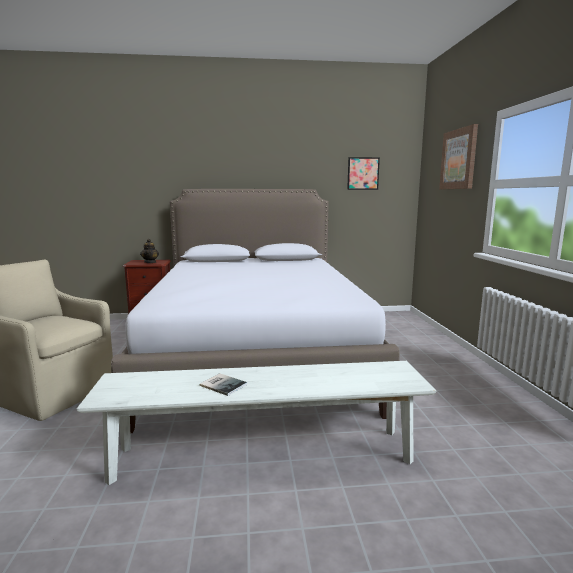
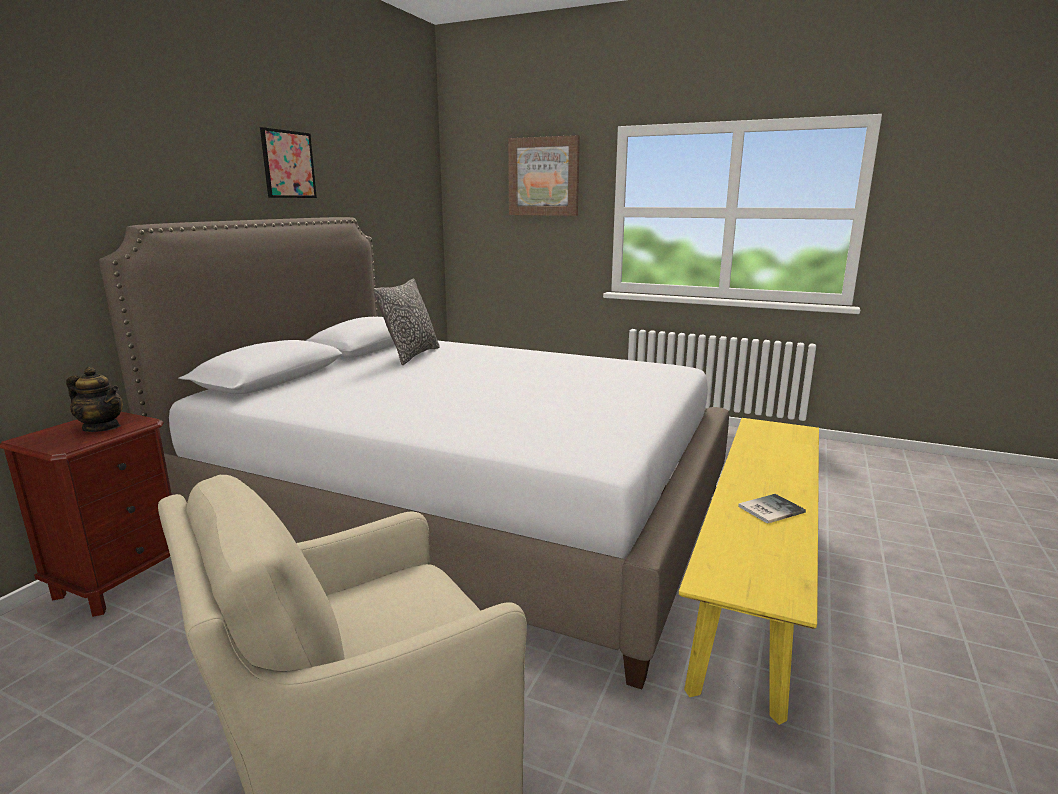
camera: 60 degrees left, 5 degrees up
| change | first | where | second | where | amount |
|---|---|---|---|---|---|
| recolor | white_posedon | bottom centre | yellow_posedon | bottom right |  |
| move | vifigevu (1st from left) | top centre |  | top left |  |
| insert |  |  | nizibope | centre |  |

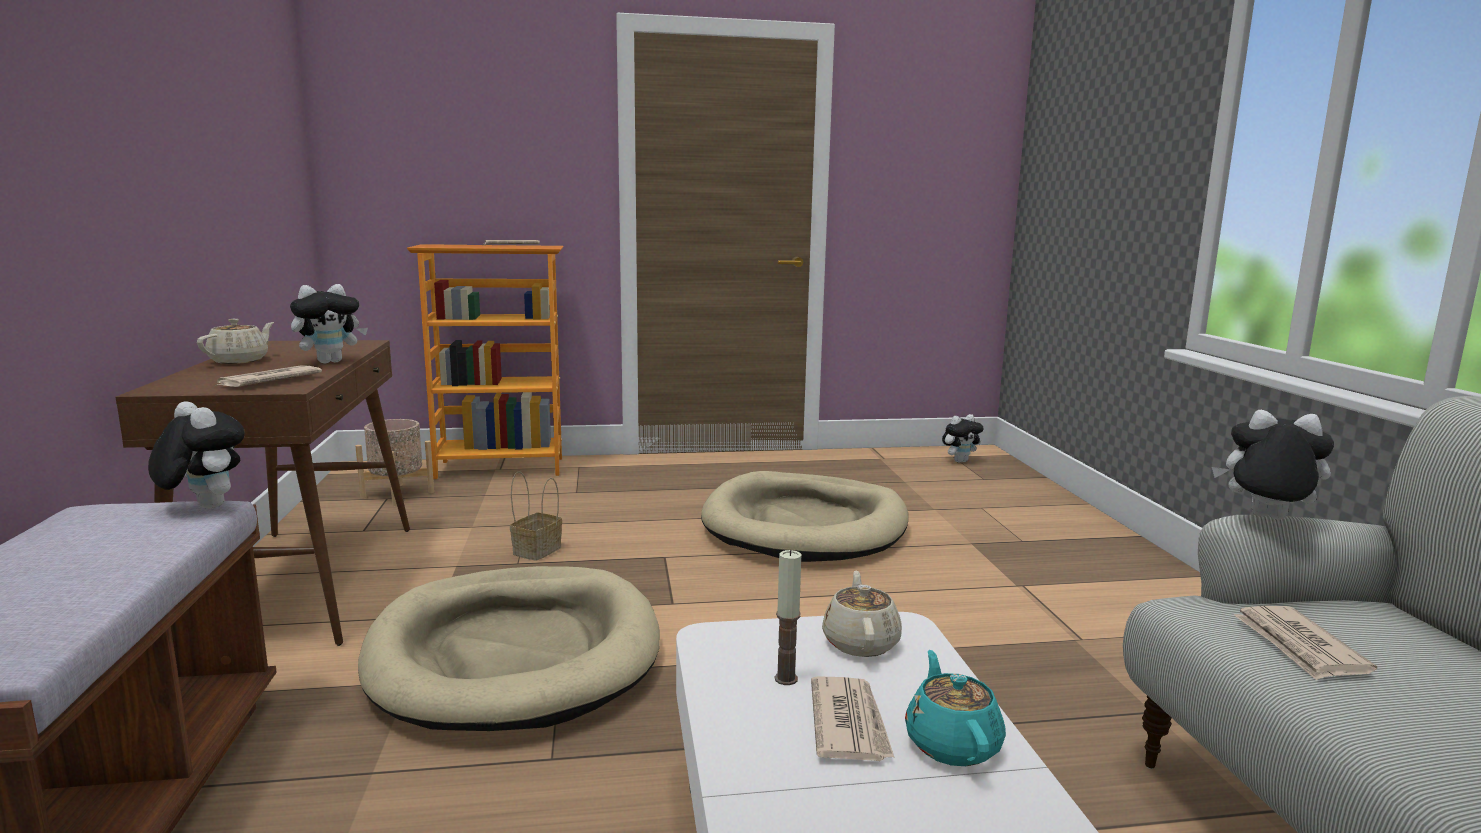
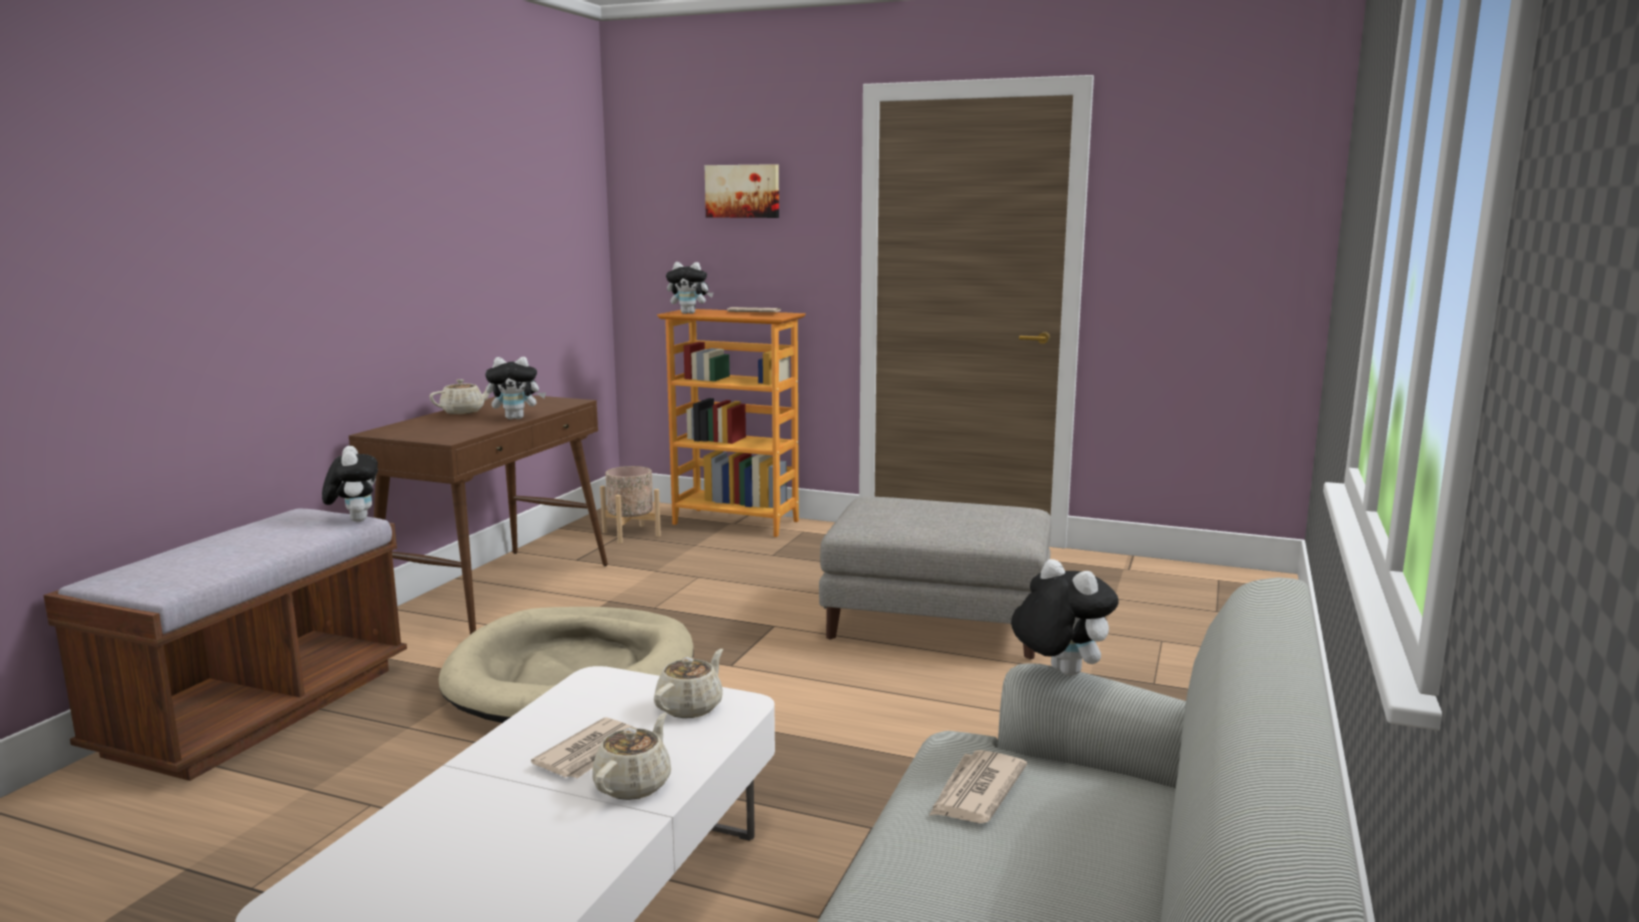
camera: 30 degrees right, 0 degrees up
| change | first | where | second | where | amount |
|---|---|---|---|---|---|
| delete | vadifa (1st from left) | middle left |  |  |  |
| delete | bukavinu | centre |  |  |  |
| replace | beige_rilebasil (2nd from left) | centre | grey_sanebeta | centre |  |
| delete | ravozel | bottom centre |  |  |  |
| recolor | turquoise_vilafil | bottom centre | beige_vilafil (2nd from left) | bottom centre |  |
| move | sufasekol (3rd from left) | centre |  | top centre |  |
| insert |  |  | vifigevu | top centre |  |

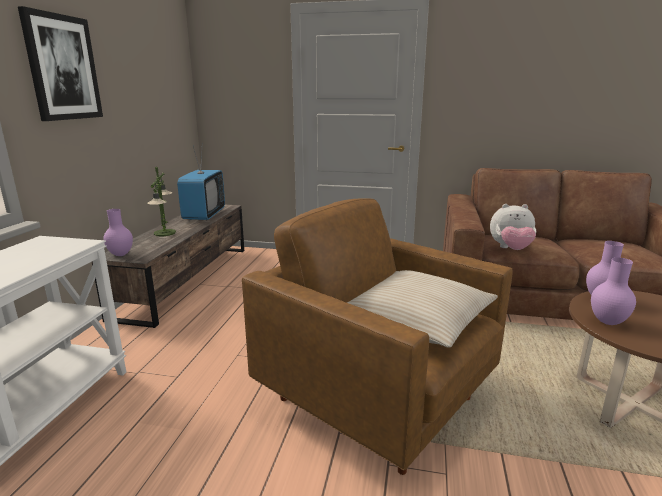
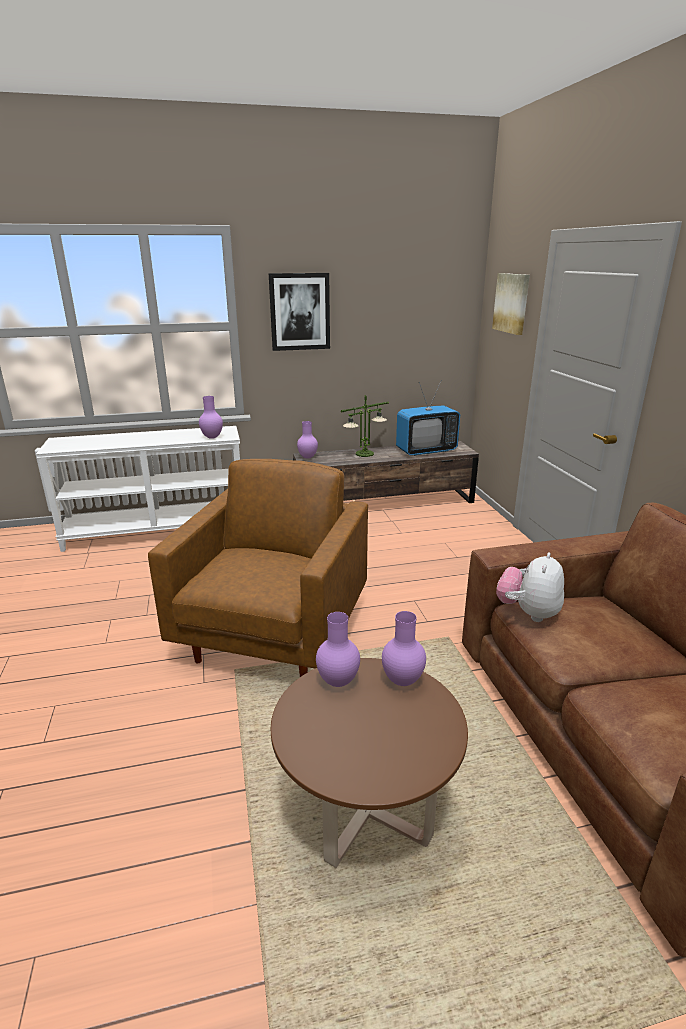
camera: 65 degrees right, 5 degrees up
| change | first | where | second | where | amount |
|---|---|---|---|---|---|
| delete | beige_nizibope | centre |  |  |  |
| rotate | sufasekol | middle right |  | middle right | 45 degrees clockwise |
| insert |  |  | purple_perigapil (1st from left) | middle left |  |
| insert |  |  | vifigevu (2nd from left) | top right |  |

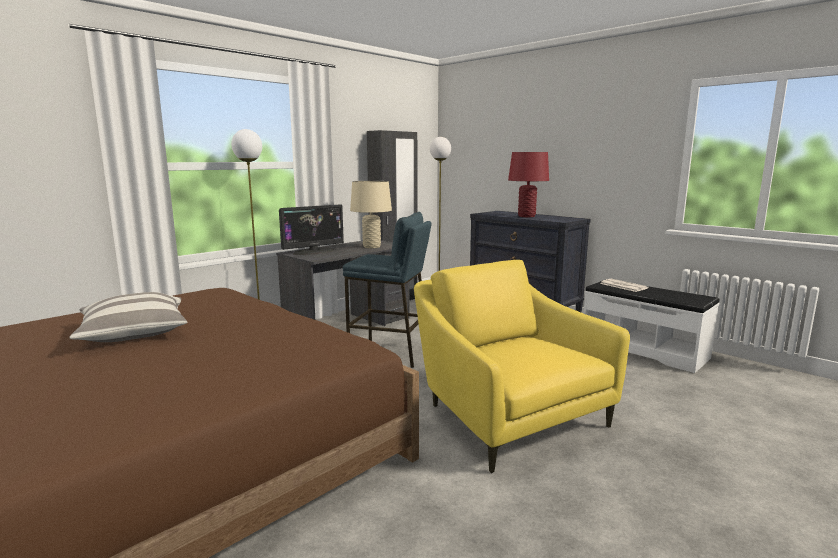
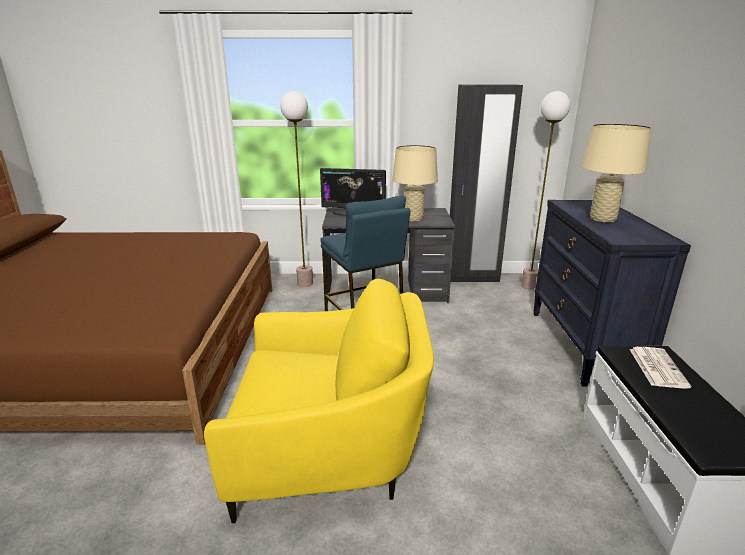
camera: 45 degrees right, 10 degrees up
| change | first | where | second | where | amount |
|---|---|---|---|---|---|
| delete | nizibope | middle left |  |  |  |
| rotate | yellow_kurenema | centre |  | bottom centre | 75 degrees clockwise |
| recolor | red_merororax | top centre | beige_merororax (2nd from left) | top right |  |

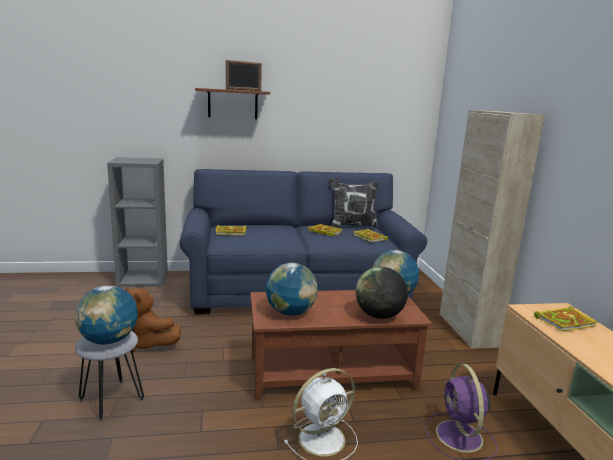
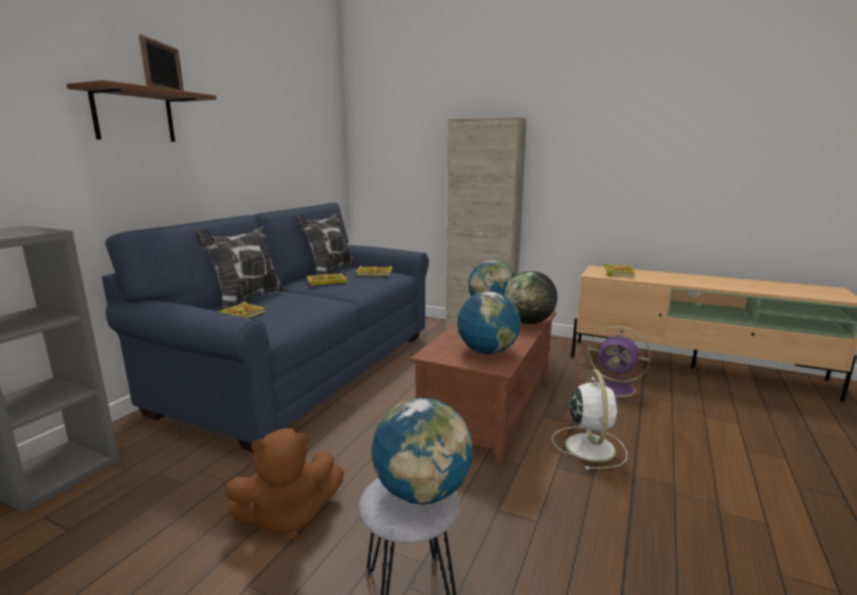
camera: 55 degrees left, 0 degrees up
| change | first | where | second | where | amount |
|---|---|---|---|---|---|
| insert |  |  | nizibope (1st from left) | middle left |  |

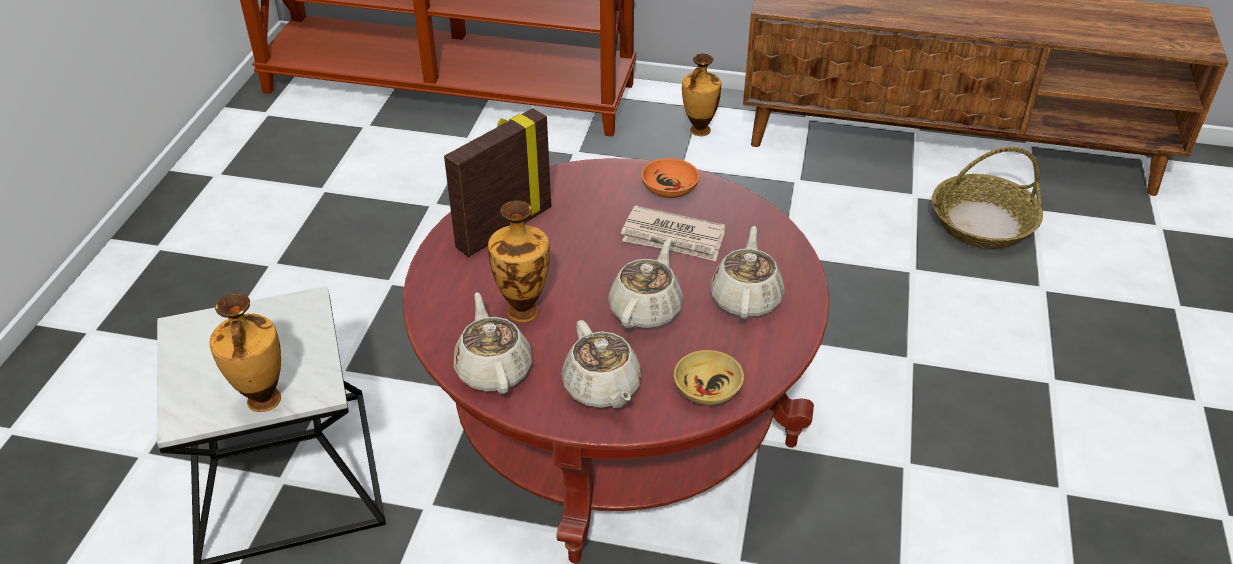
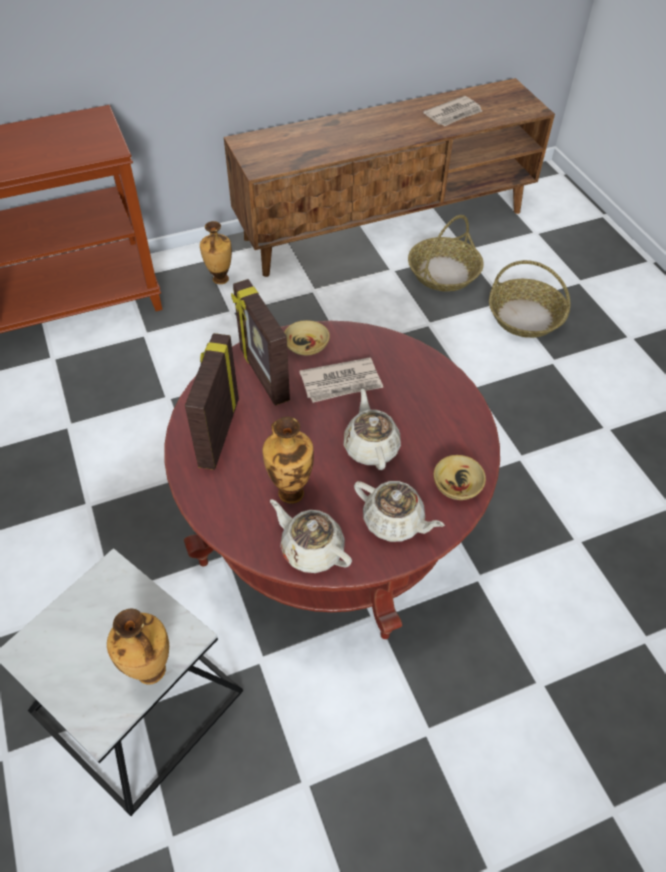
camera: 35 degrees left, 10 degrees up
| change | first | where | second | where | amount |
|---|---|---|---|---|---|
| recolor | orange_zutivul | top centre | beige_zutivul (1st from left) | centre |  |
| delete | beige_vilafil (4th from left) | centre |  |  |  |
| insert |  |  | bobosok (2nd from left) | centre |  |
| insert |  |  | vadifa (2nd from left) | top right |  |
| insert |  |  | bukavinu (2nd from left) | middle right |  |

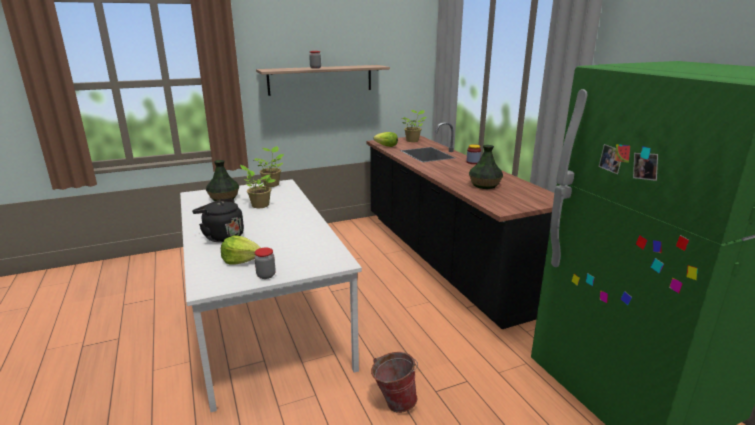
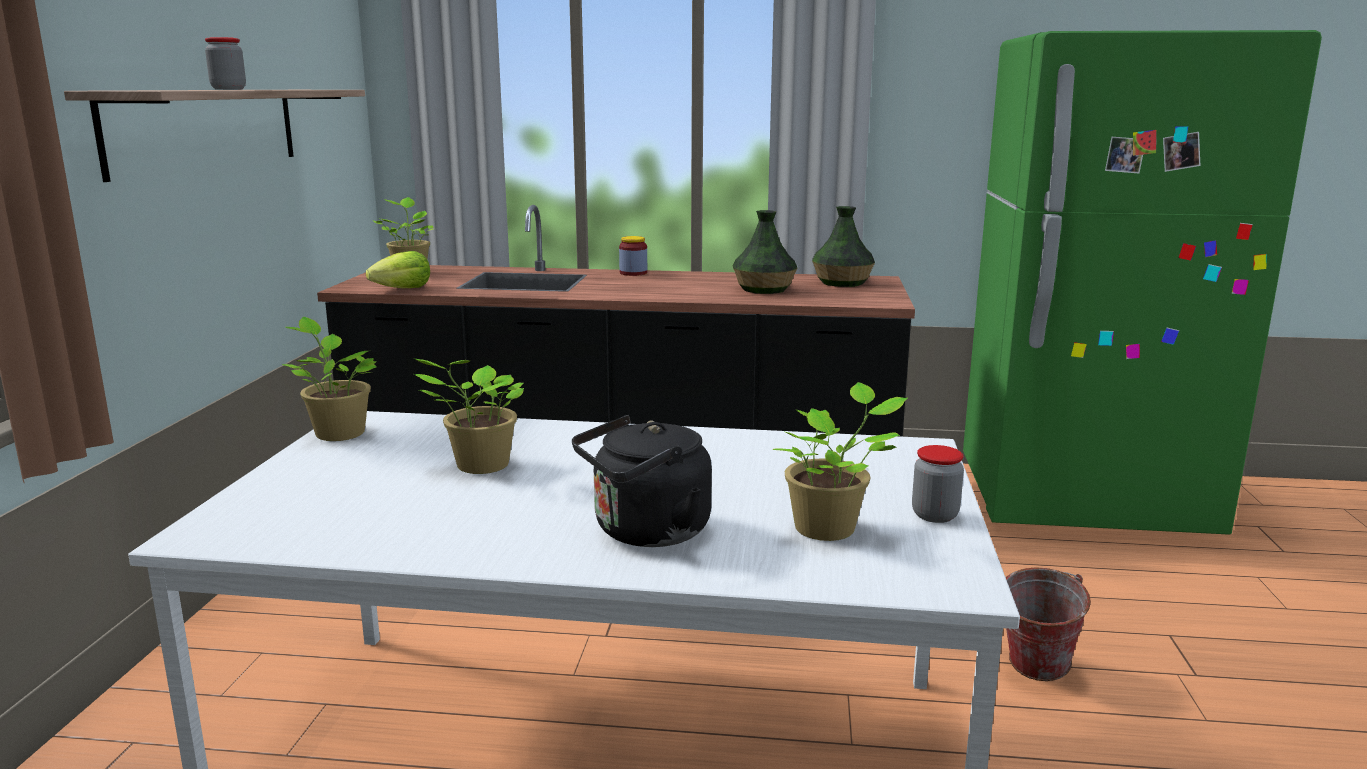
camera: 60 degrees left, 5 degrees down
| change | first | where | second | where | amount |
|---|---|---|---|---|---|
| move | perigapil (1st from left in the first image) | middle left | perigapil (2nd from left) | top centre |  |
| replace | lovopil (1st from left) | middle left | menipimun (4th from left) | centre |  |

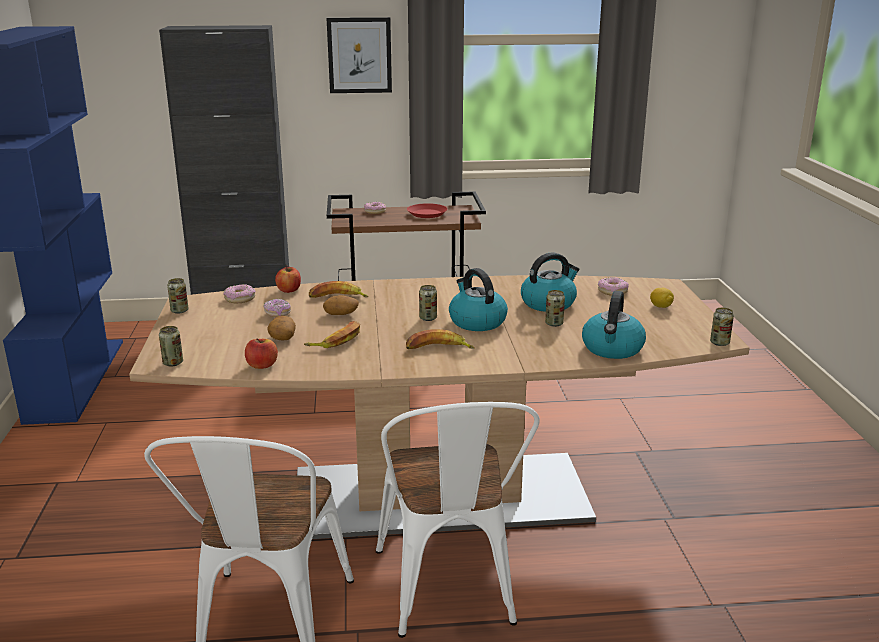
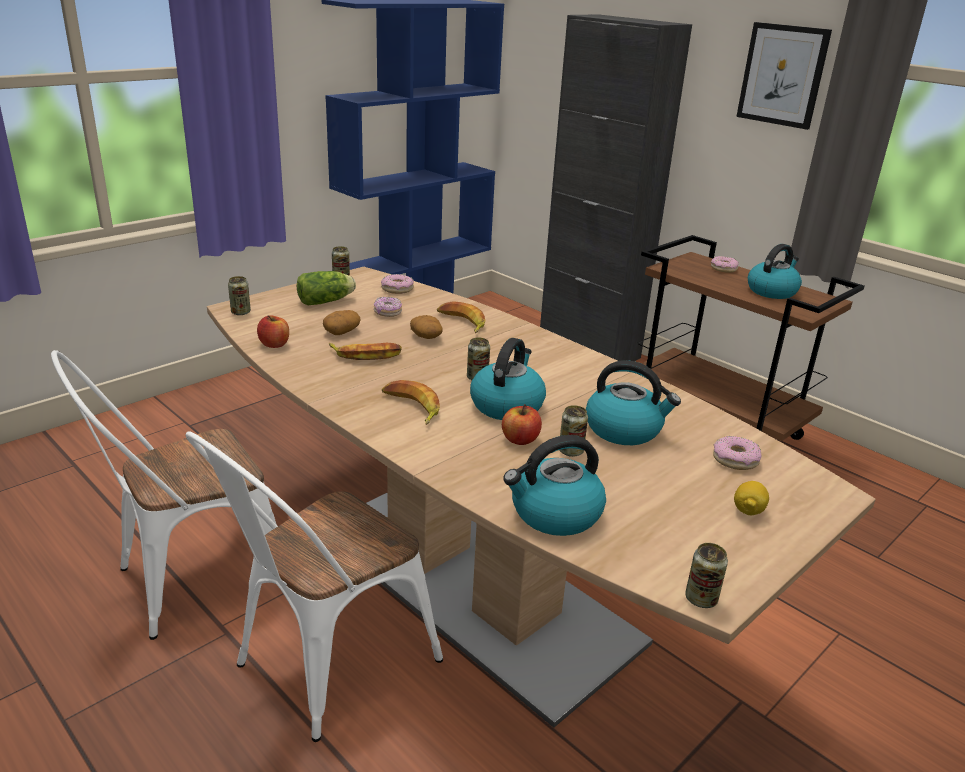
camera: 50 degrees right, 5 degrees up
| change | first | where | second | where | amount |
|---|---|---|---|---|---|
| move | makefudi (2nd from left) | middle left |  | centre |  |
| replace | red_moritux | top centre | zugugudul (4th from left) | middle right |  |
| insert |  |  | lovopil | centre |  |

